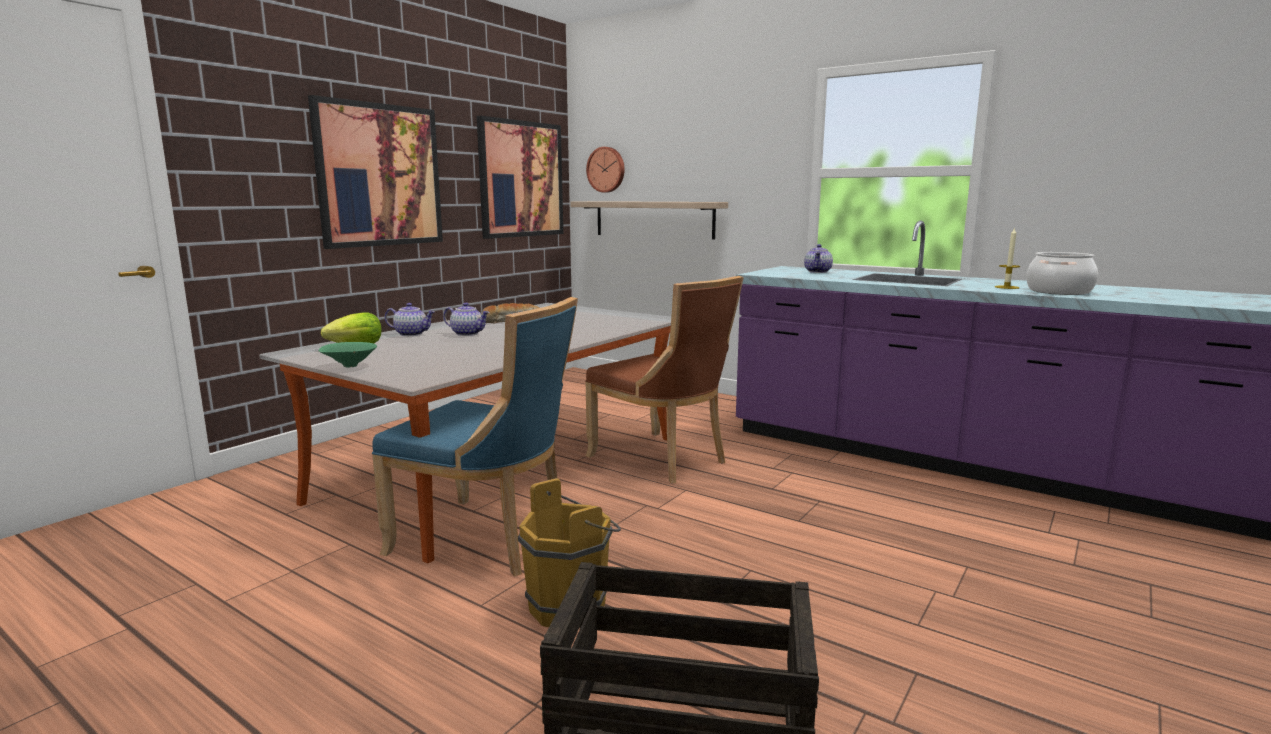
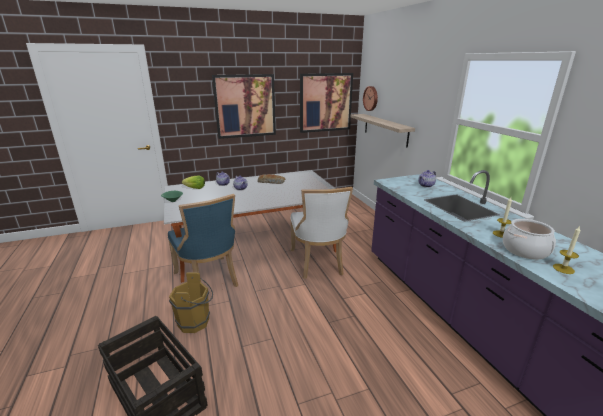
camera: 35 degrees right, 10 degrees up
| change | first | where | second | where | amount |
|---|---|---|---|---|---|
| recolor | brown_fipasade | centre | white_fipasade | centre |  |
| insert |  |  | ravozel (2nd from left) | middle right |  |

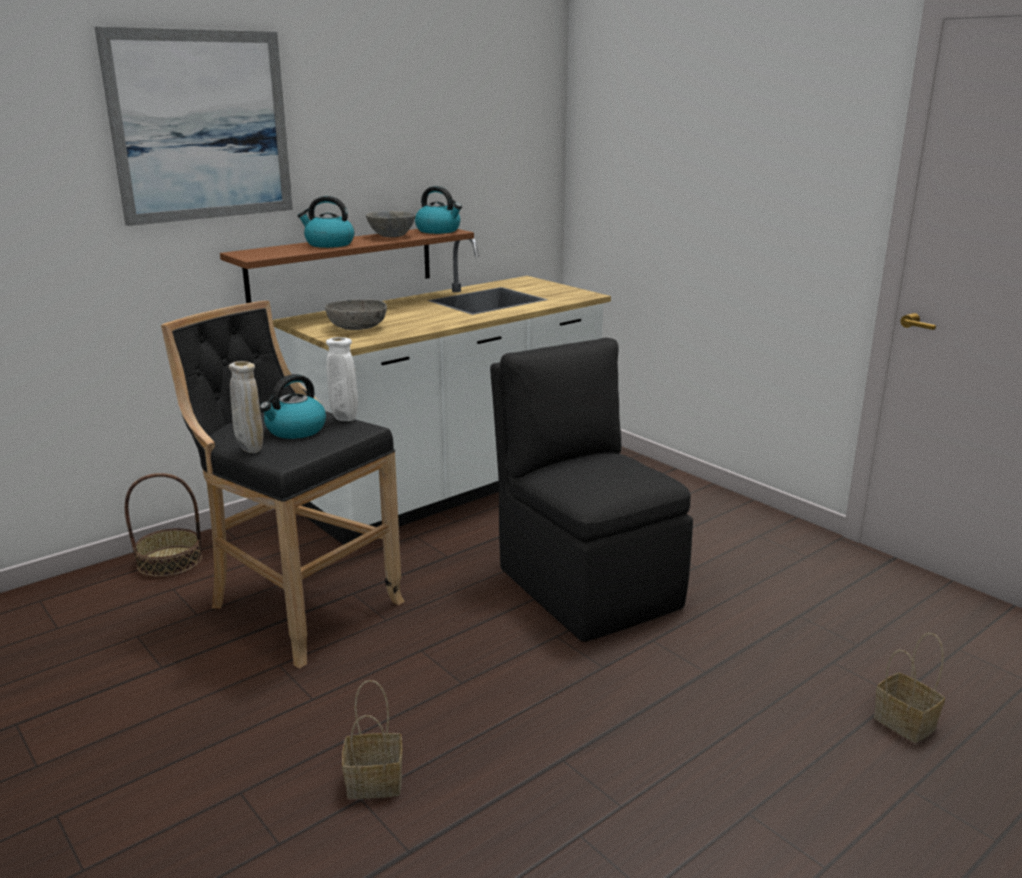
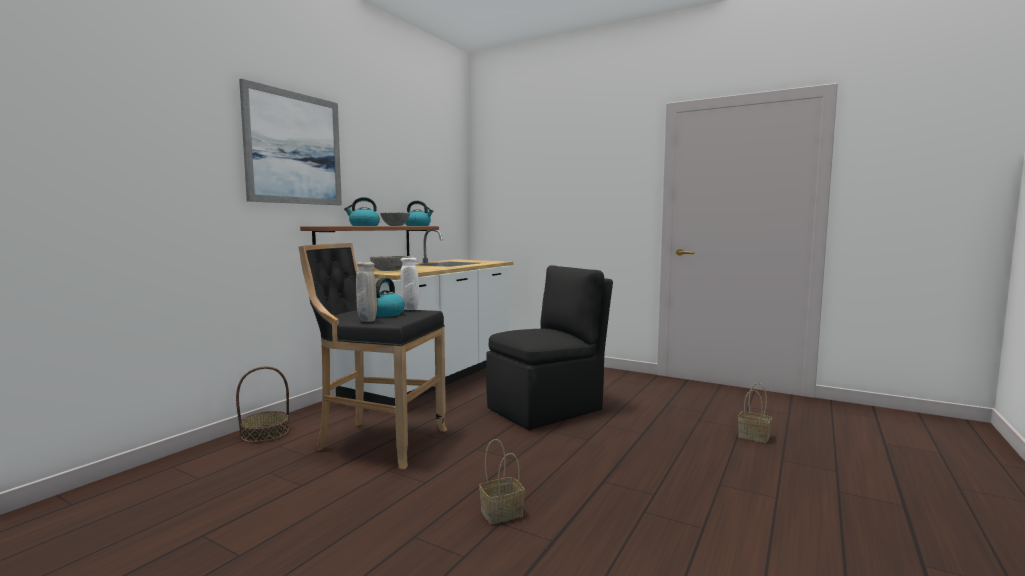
camera: 20 degrees left, 15 degrees down
| change | first | where | second | where | amount |
|---|---|---|---|---|---|
| rotate | black_fipasade | centre |  | centre | 105 degrees clockwise |

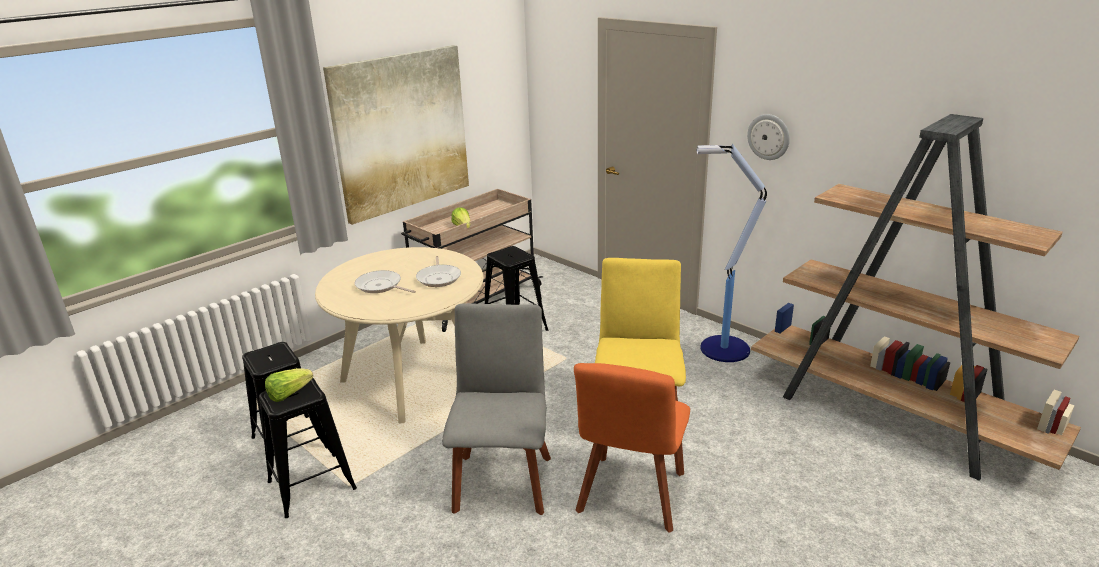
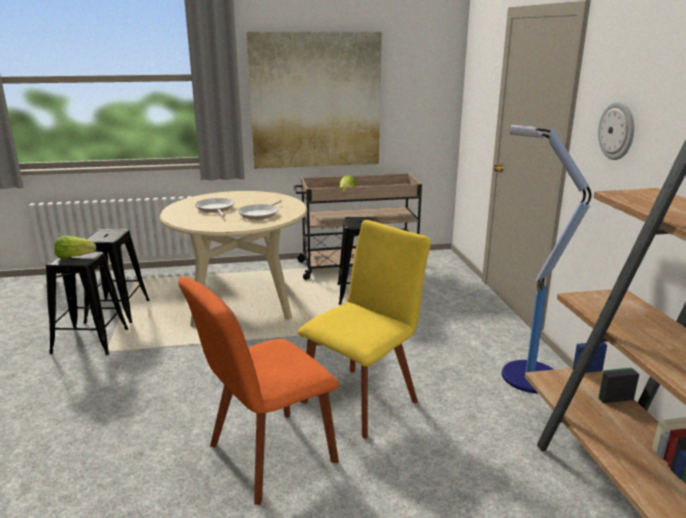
camera: 35 degrees right, 5 degrees down
| change | first | where | second | where | amount |
|---|---|---|---|---|---|
| delete | grey_fipasade | bottom centre |  |  |  |

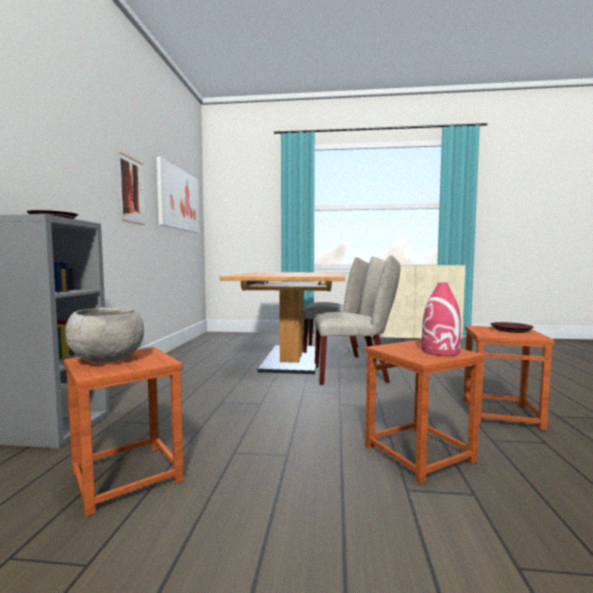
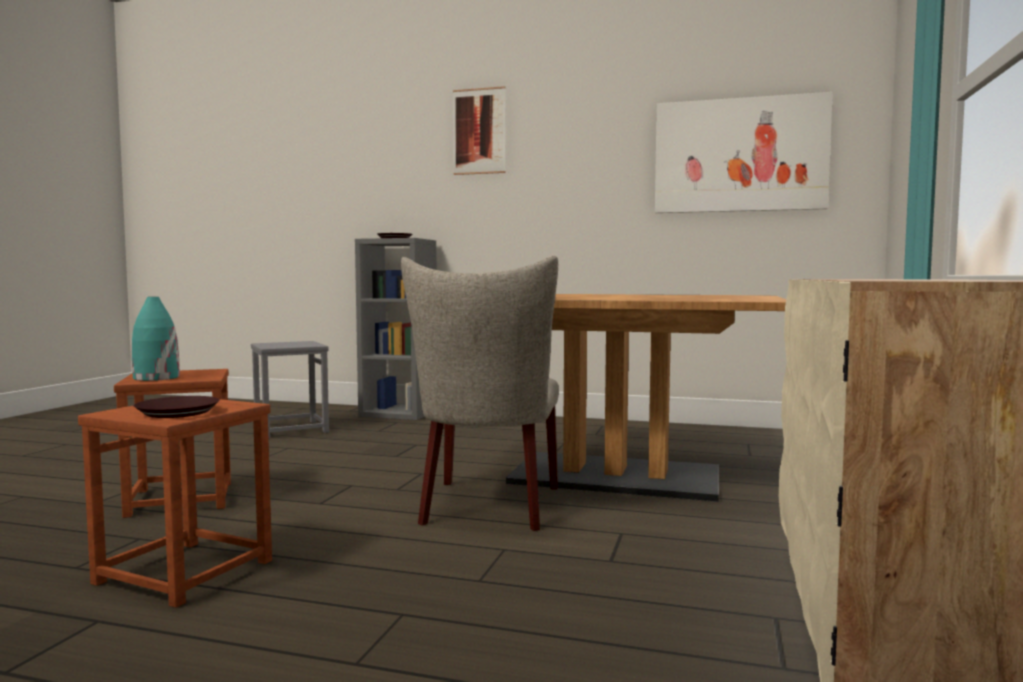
camera: 100 degrees right, 0 degrees up
| change | first | where | second | where | amount |
|---|---|---|---|---|---|
| recolor | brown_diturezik (1st from left) | bottom left | grey_diturezik | middle left |  |
| delete | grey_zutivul | middle left |  |  |  |
| move | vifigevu (1st from left) | top left |  | top centre |  |
| delete | beige_fipasade (1st from left) | centre |  |  |  |
| recolor | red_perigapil | middle right | turquoise_perigapil | middle left |  |

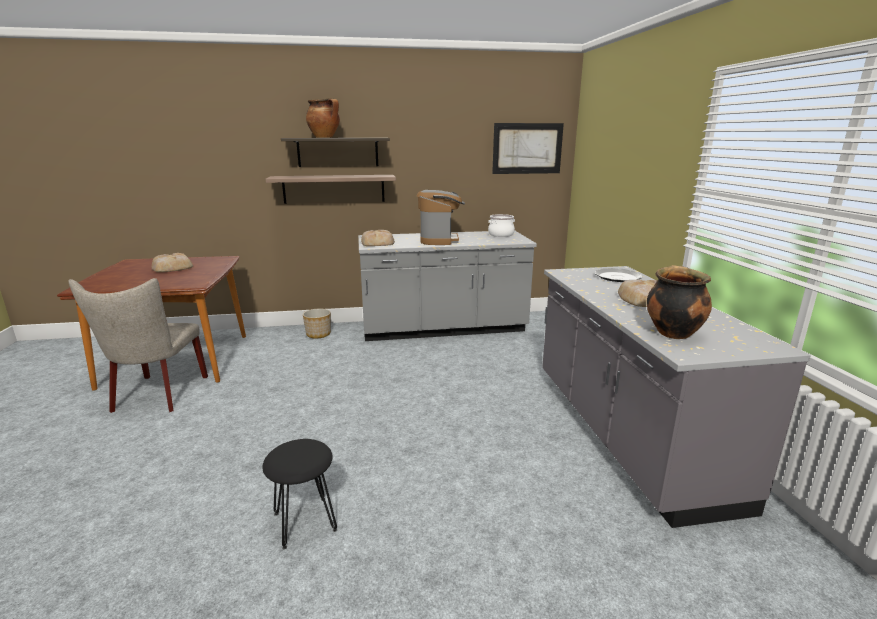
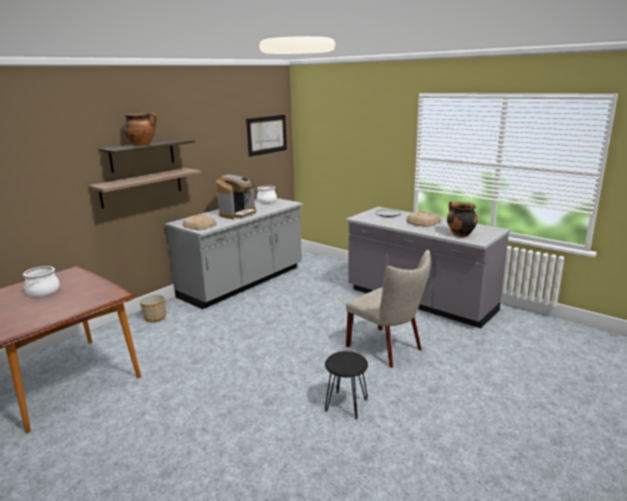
camera: 40 degrees left, 0 degrees up
| change | first | where | second | where | amount |
|---|---|---|---|---|---|
| move | beige_fipasade | middle left |  | centre |  |
| replace | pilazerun (1st from left) | middle left | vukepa (1st from left) | middle left |  |
| rotate | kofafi | centre |  | centre | 75 degrees clockwise |

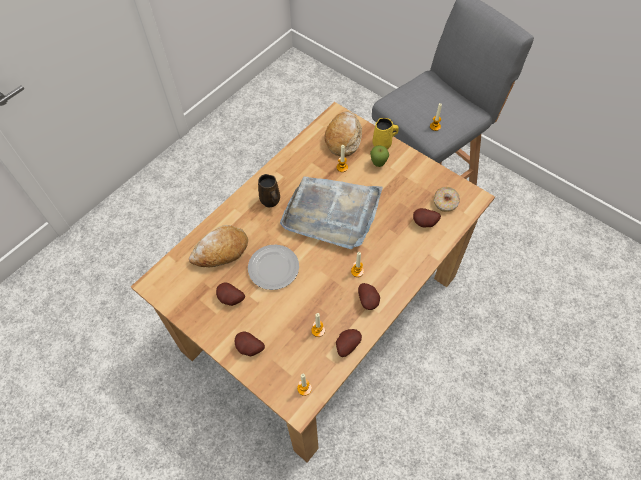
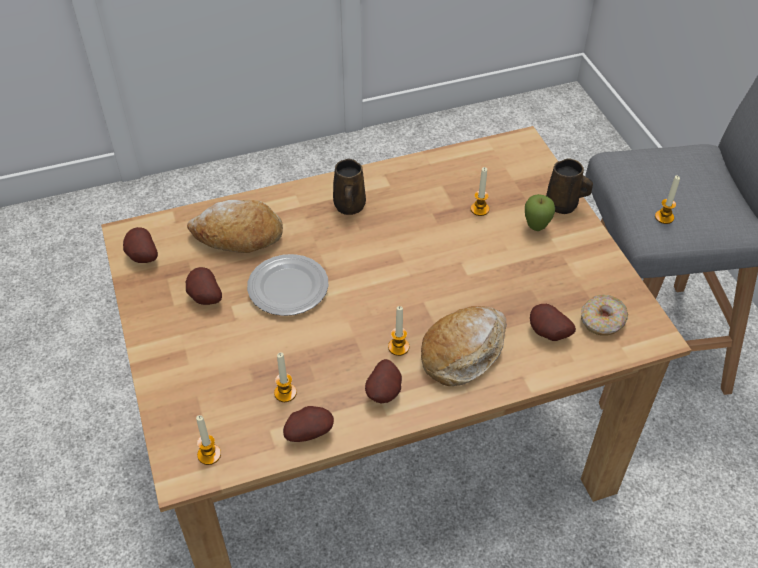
camera: 30 degrees right, 10 degrees down
| change | first | where | second | where | amount |
|---|---|---|---|---|---|
| move | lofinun (2nd from left in the first image) | bottom centre | lofinun (1st from left) | middle left |  |
| delete | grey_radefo | centre |  |  |  |
| move | pilazerun (2nd from left) | top centre |  | centre |  |
| recolor | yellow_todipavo | top centre | brown_todipavo (2nd from left) | top right |  |

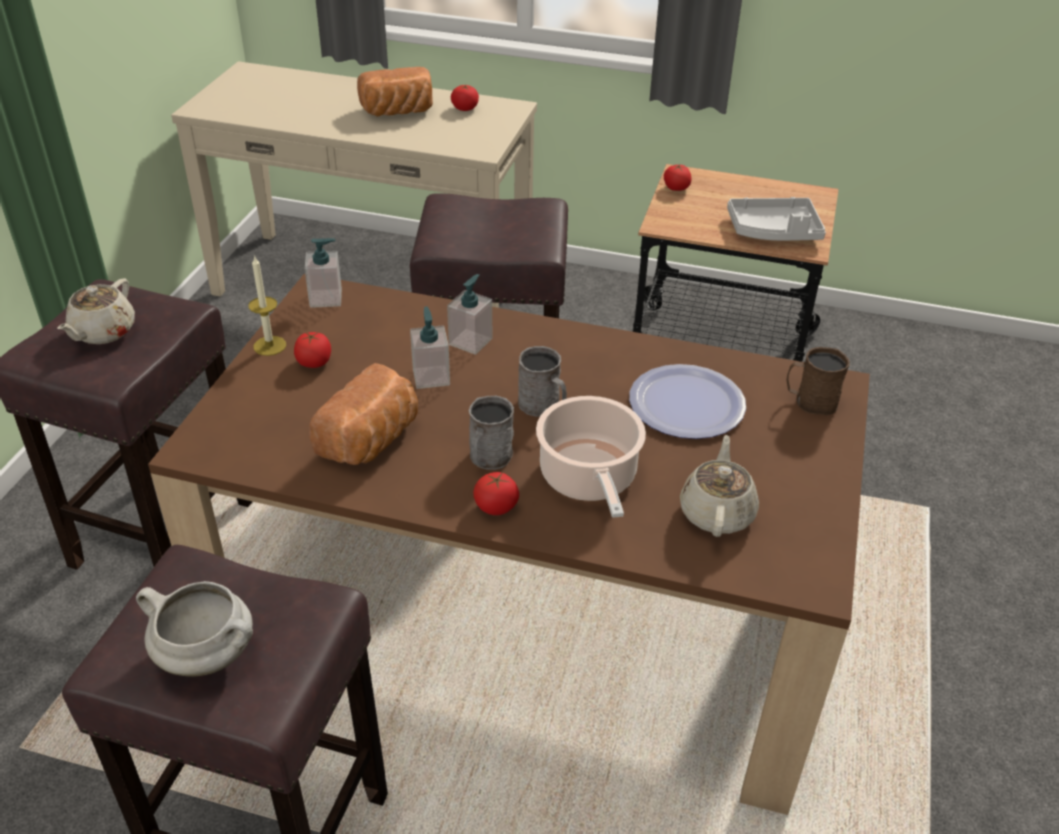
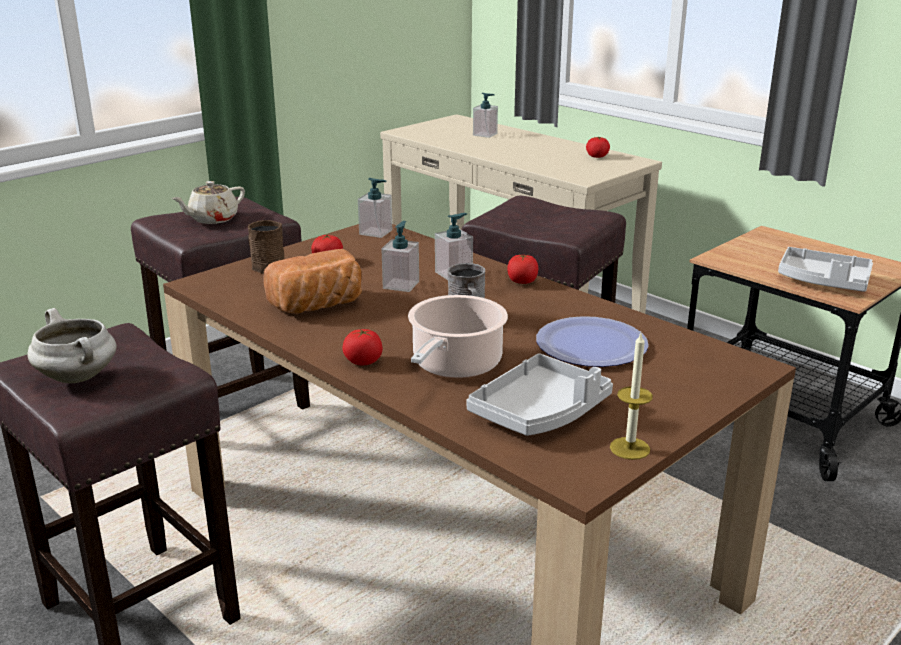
camera: 30 degrees right, 15 degrees down
| change | first | where | second | where | amount |
|---|---|---|---|---|---|
| move | ravozel | middle left |  | middle right |  |
| delete | pilazerun (2nd from left) | top centre |  |  |  |
| delete | grey_todipavo (1st from left) | centre |  |  |  |
| move | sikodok (4th from left in the first image) | top centre | sikodok (3rd from left) | centre |  |
| replace | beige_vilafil (2nd from left) | middle right | grey_radefo (1st from left) | centre |  |
| move | brown_todipavo | middle right |  | middle left |  |
| insert |  |  | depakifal (4th from left) | top centre |  |

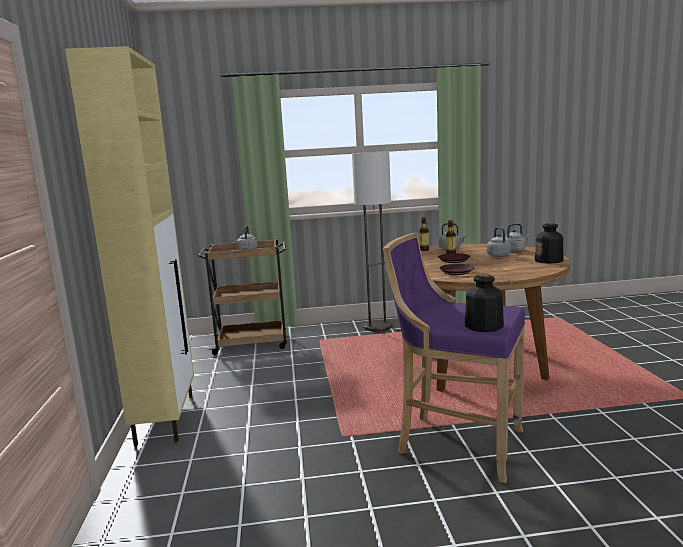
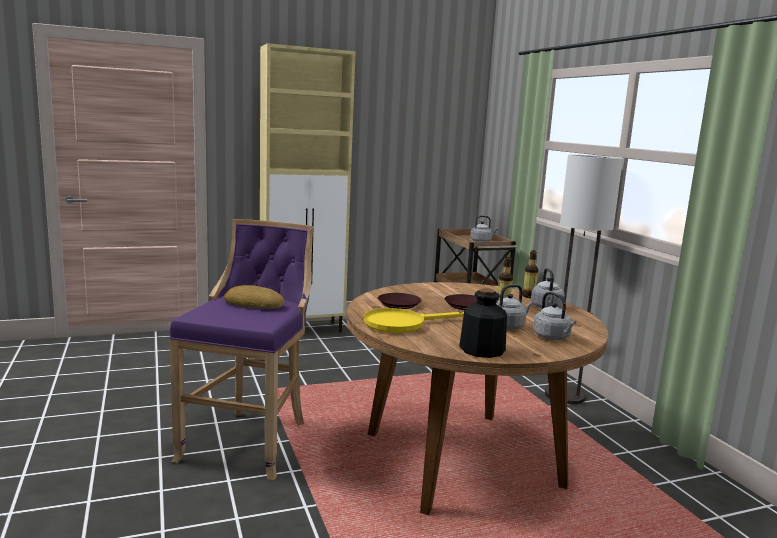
camera: 75 degrees right, 0 degrees up
| change | first | where | second | where | amount |
|---|---|---|---|---|---|
| delete | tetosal (3rd from left) | middle right |  |  |  |
| insert |  |  | pilazerun | middle left |  |
| insert |  |  | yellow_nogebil | centre |  |

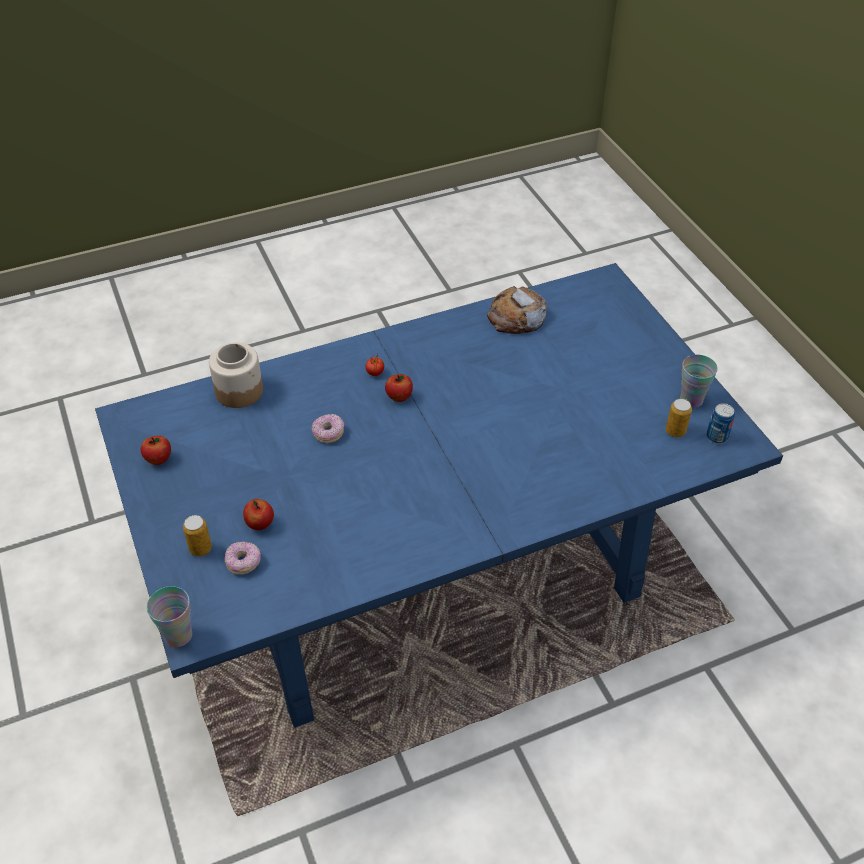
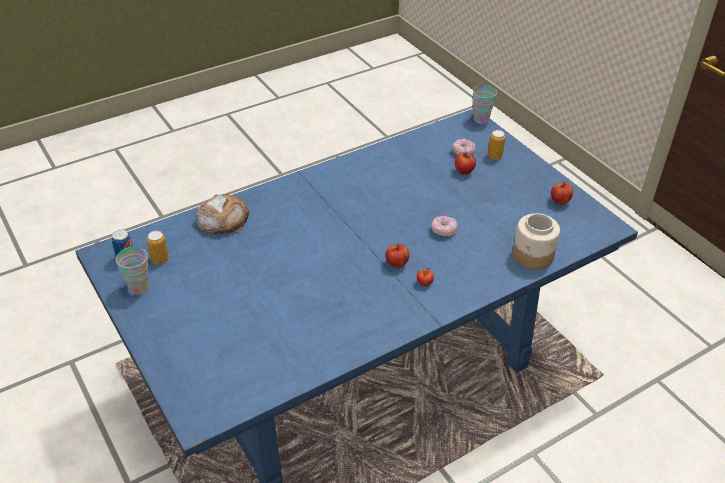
camera: 170 degrees right, 5 degrees down
| change | first | where | second | where | amount |
|---|---|---|---|---|---|
| move | pilazerun | centre |  | middle left |  |

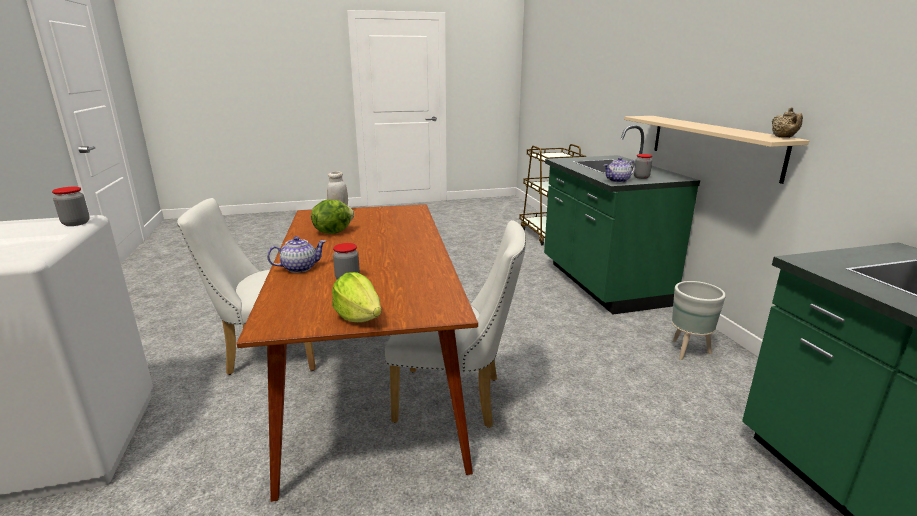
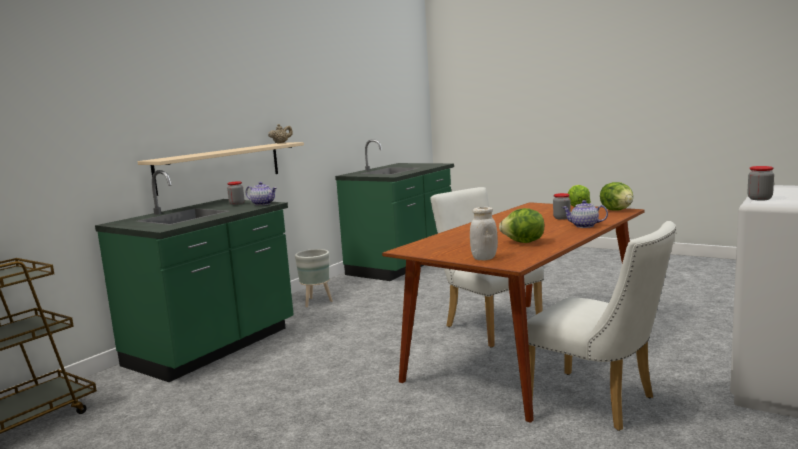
camera: 130 degrees left, 10 degrees down
| change | first | where | second | where | amount |
|---|---|---|---|---|---|
| insert |  |  | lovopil (3rd from left) | middle right |  |

